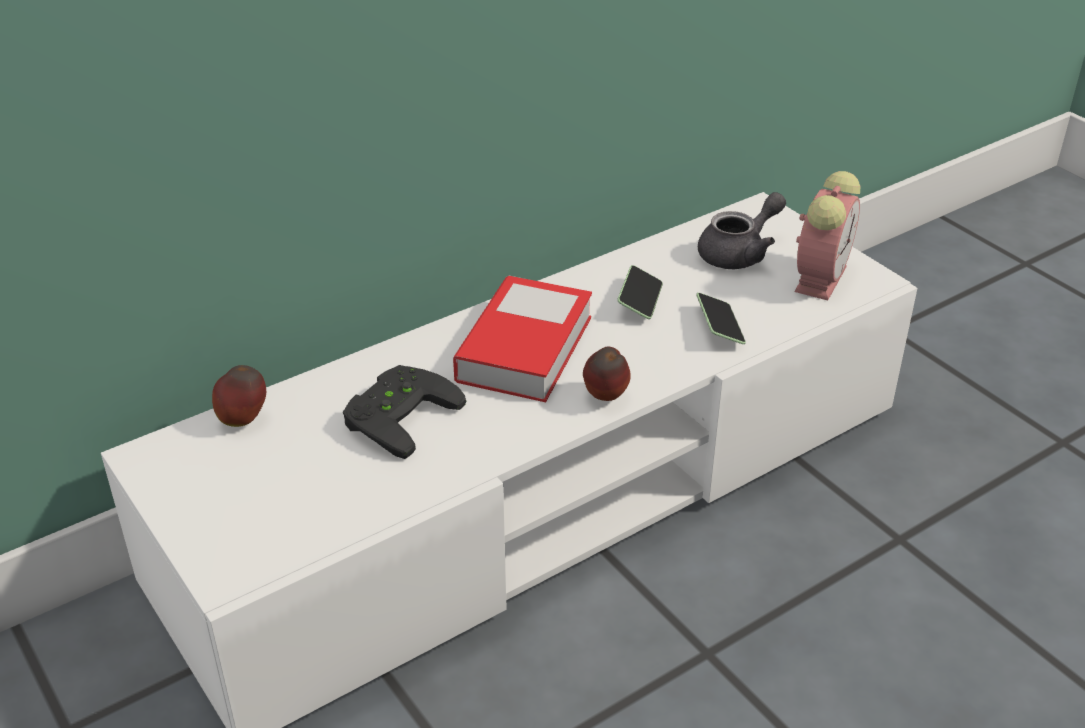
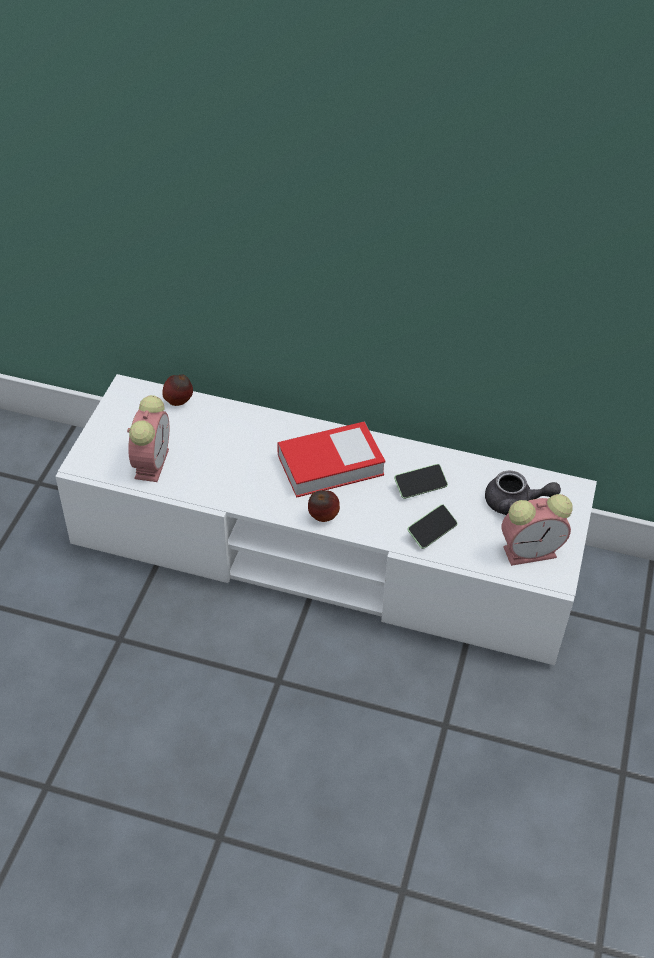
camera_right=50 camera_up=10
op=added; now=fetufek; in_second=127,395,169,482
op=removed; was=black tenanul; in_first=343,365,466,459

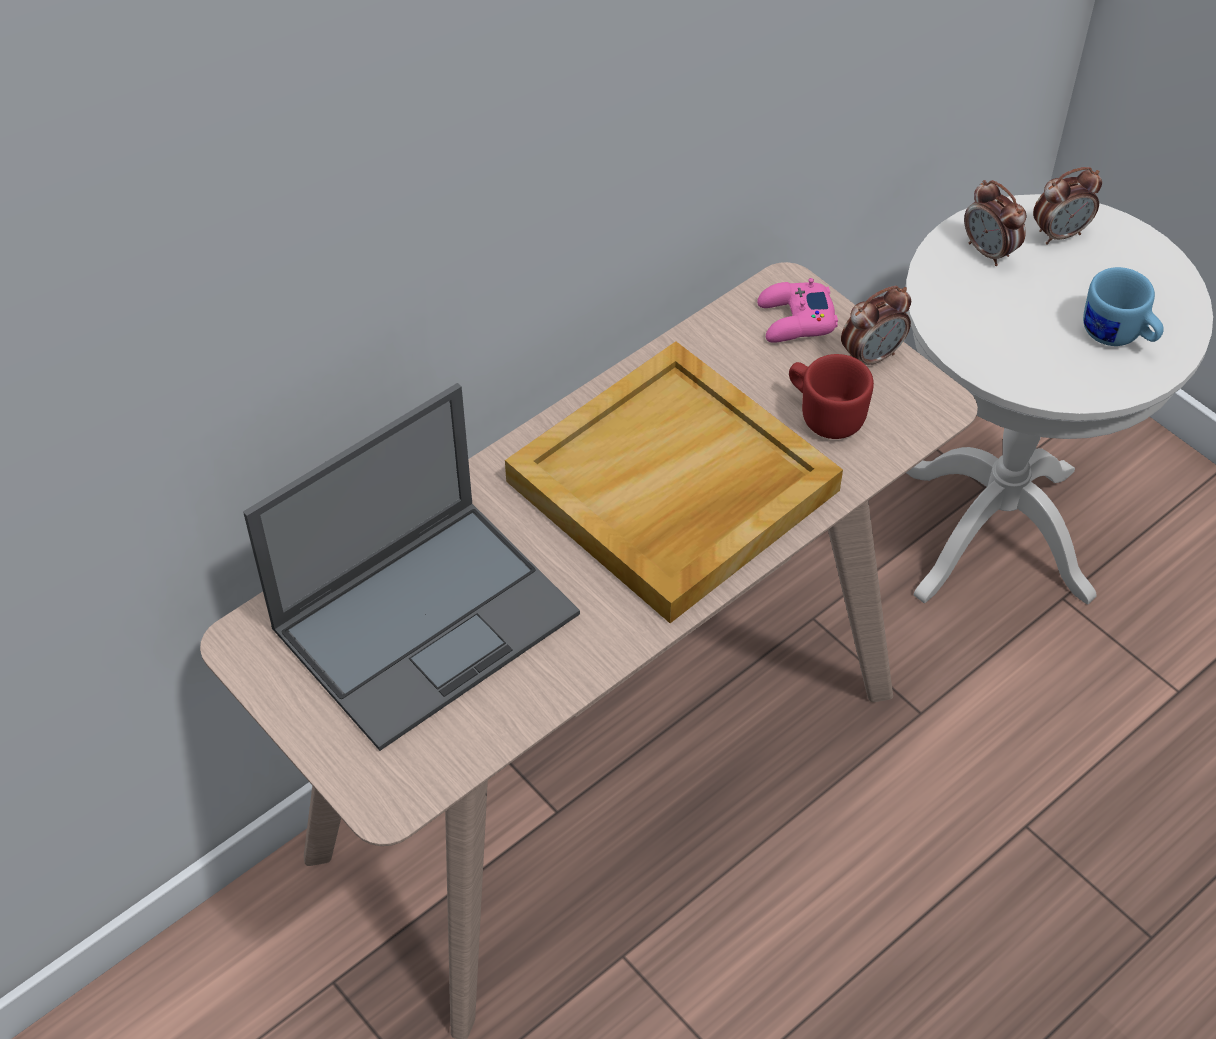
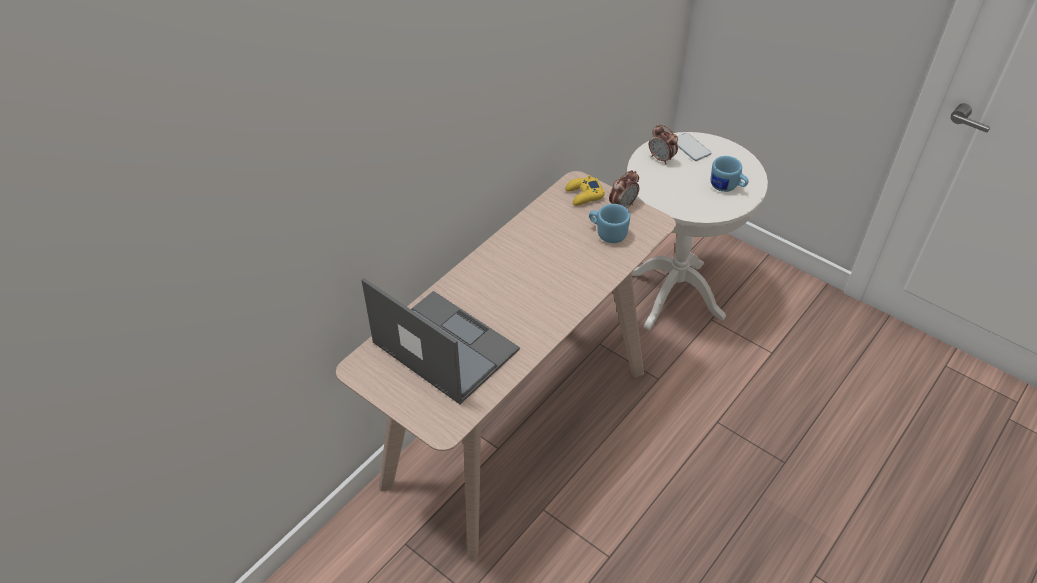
camera_right=-10 camera_up=-5
op=turned; was=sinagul; in_first=243,383,580,751; in_second=362,278,520,404; clockwise=-90
op=recoloured; was=pink tenanul; now=yellow tenanul; in_first=757,278,838,343; in_second=565,175,605,206
op=recoloured; was=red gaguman; now=blue gaguman; in_first=789,354,874,439; in_second=589,204,630,243
op=replaced; was=fetufek; now=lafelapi; in_first=1033,167,1102,245; in_second=677,133,712,161
op=removed; was=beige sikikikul; in_first=505,341,843,623

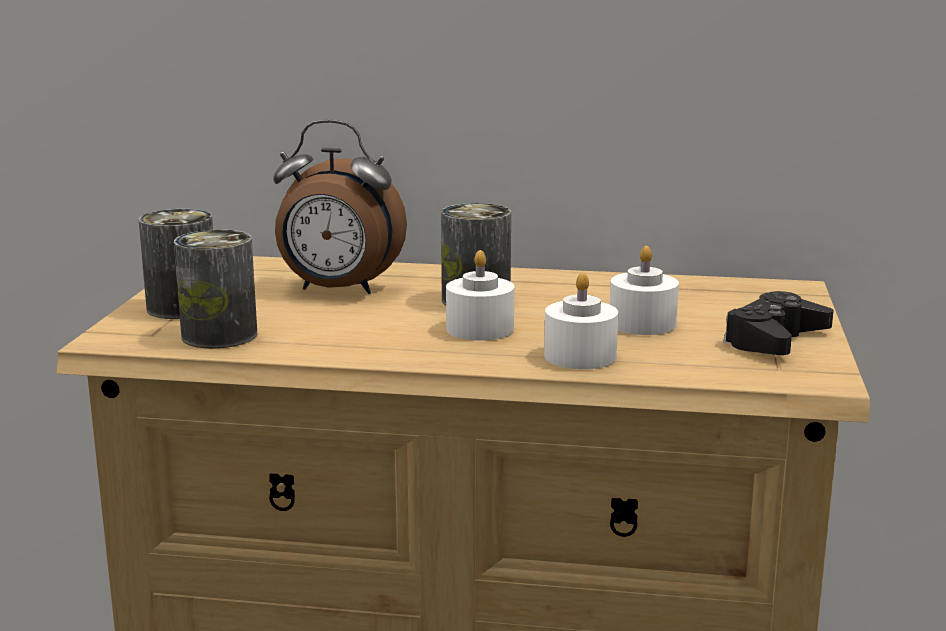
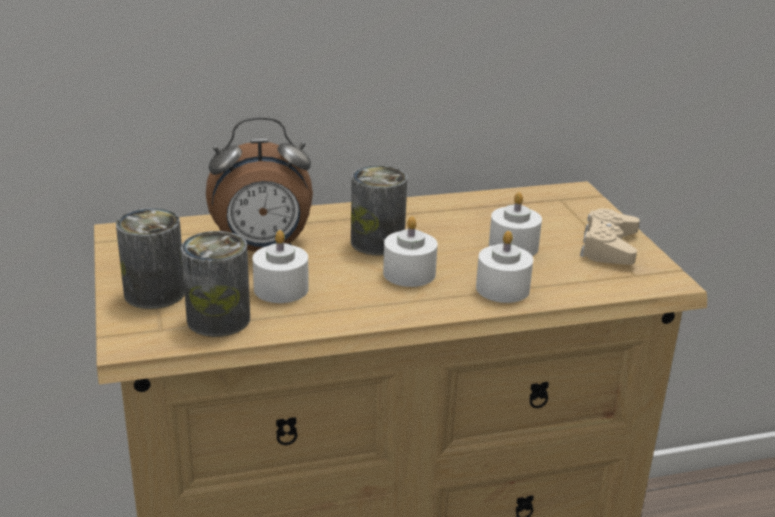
camera_right=-25 camera_up=10
op=added; now=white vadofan; in_second=253,230,309,303
op=recoloured; was=black tenanul; now=beige tenanul; in_first=723,291,834,355; in_second=580,208,640,265

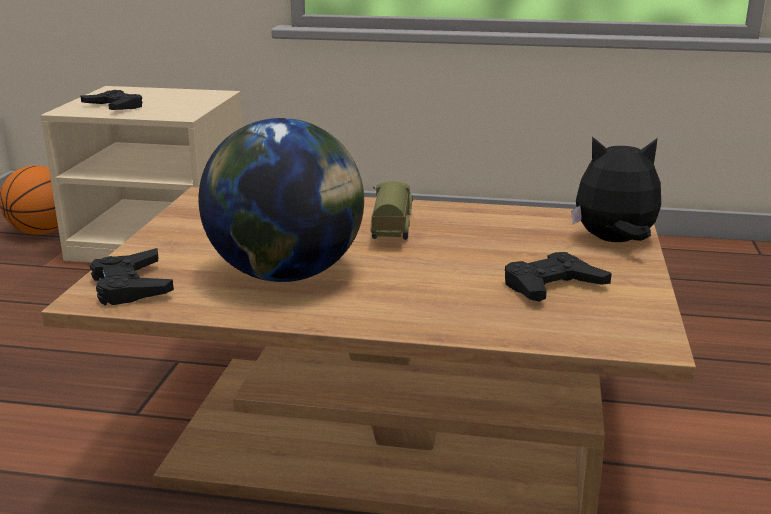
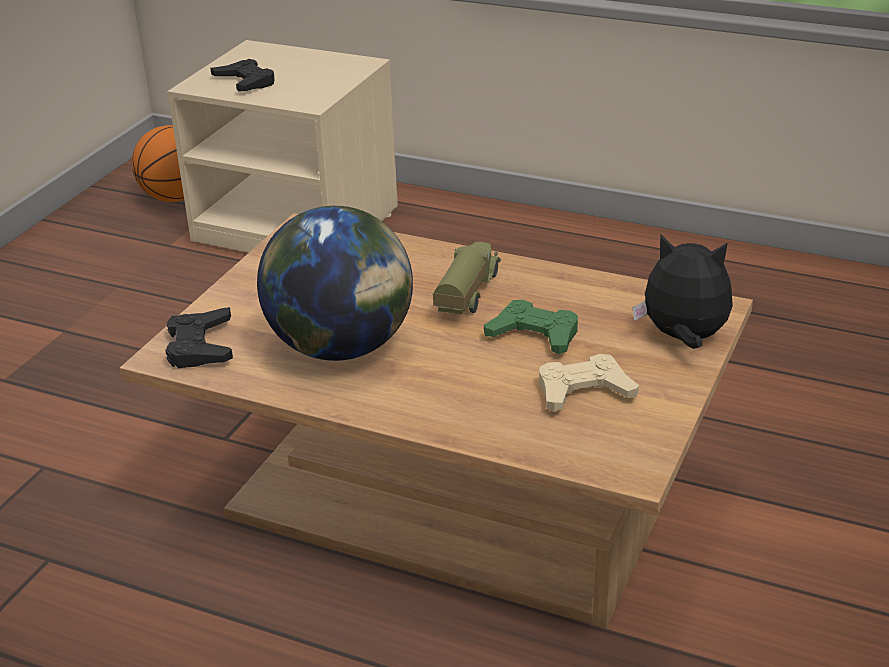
camera_right=15 camera_up=10
op=added; now=green tenanul; in_second=484,300,578,354
op=recoloured; was=black tenanul; now=beige tenanul; in_first=505,252,612,302; in_second=539,354,639,412

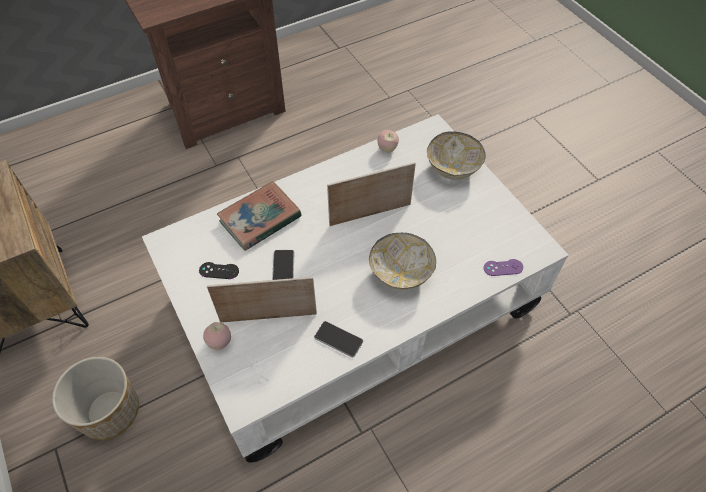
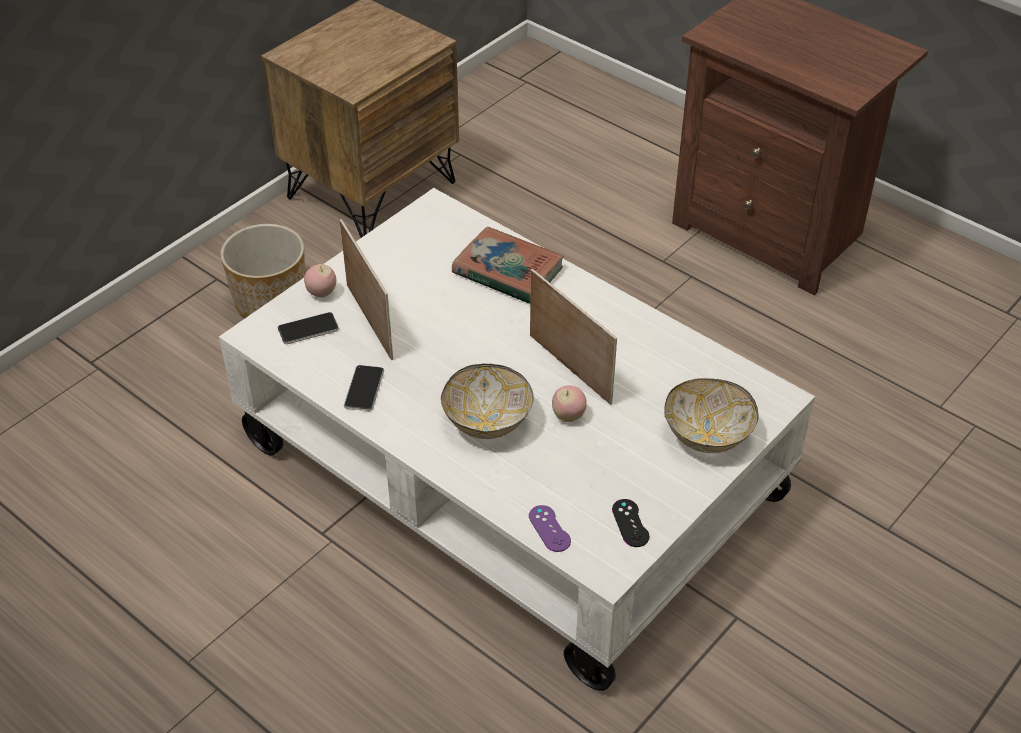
camera_right=70 camera_up=-10
op=moved; was=lafelapi; in_first=272,250,295,280; in_second=278,312,339,344
op=moved; was=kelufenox; in_first=377,130,399,153; in_second=552,385,587,422
op=moved; was=black tenanul; in_first=199,262,239,279; in_second=612,499,650,547

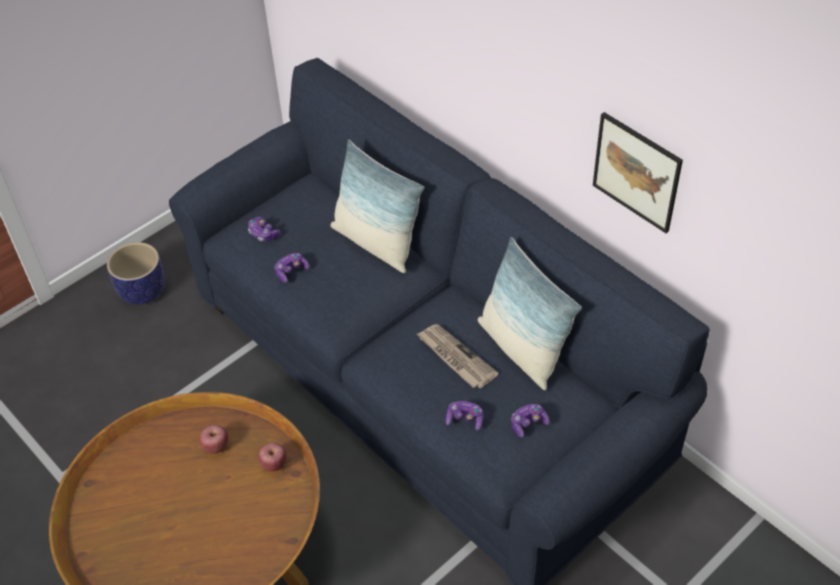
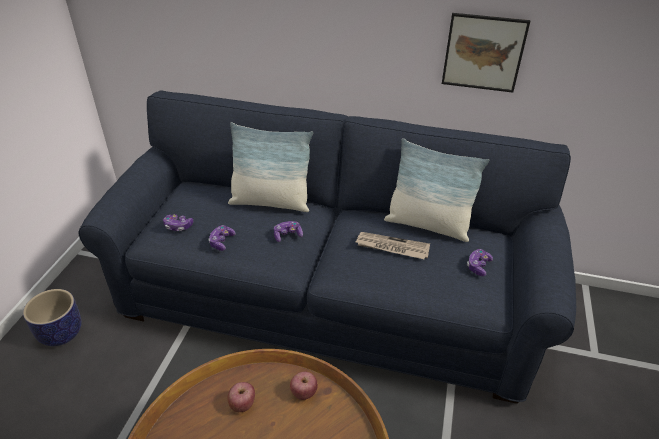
camera_right=-35 camera_up=-10
op=moved; was=tenanul; in_first=445,401,483,431; in_second=274,221,303,242

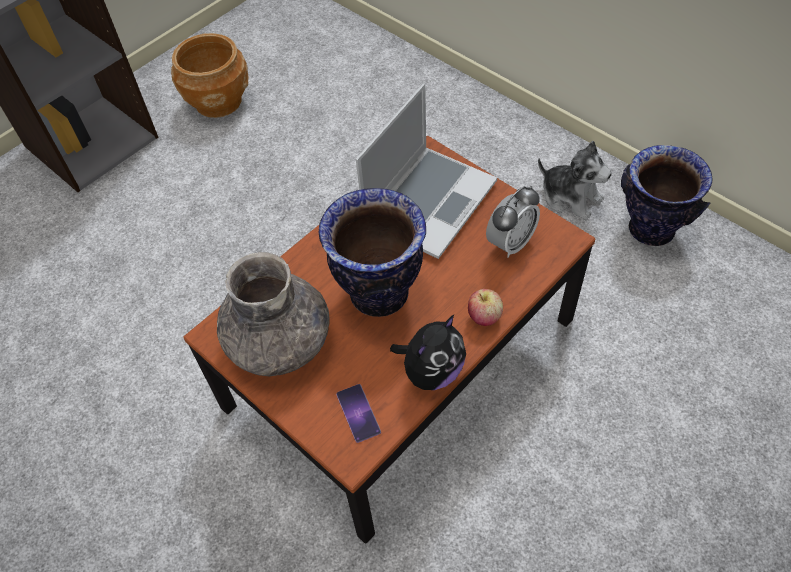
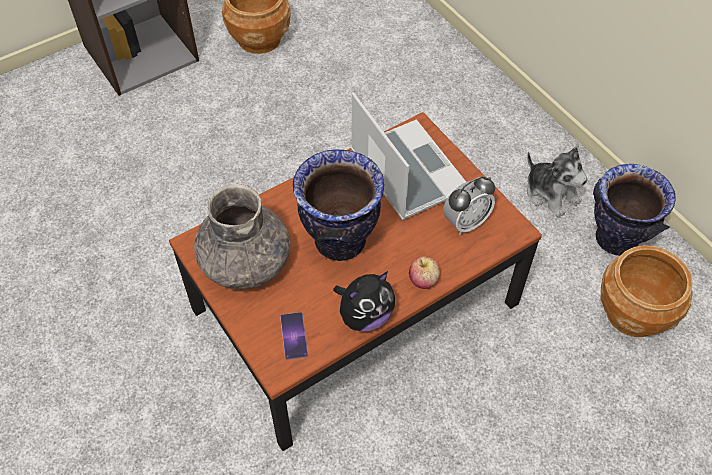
camera_right=10 camera_up=0
op=turned; was=sinagul; in_first=356,83,497,259; in_second=351,92,466,221; clockwise=-75
op=added; now=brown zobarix; in_second=601,245,693,337

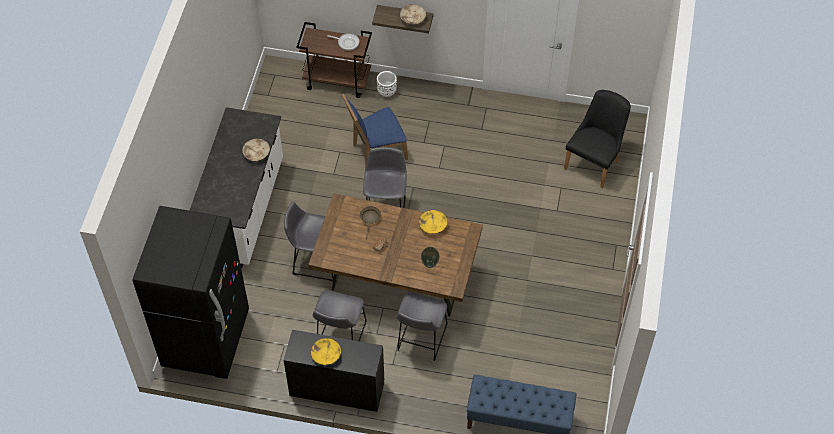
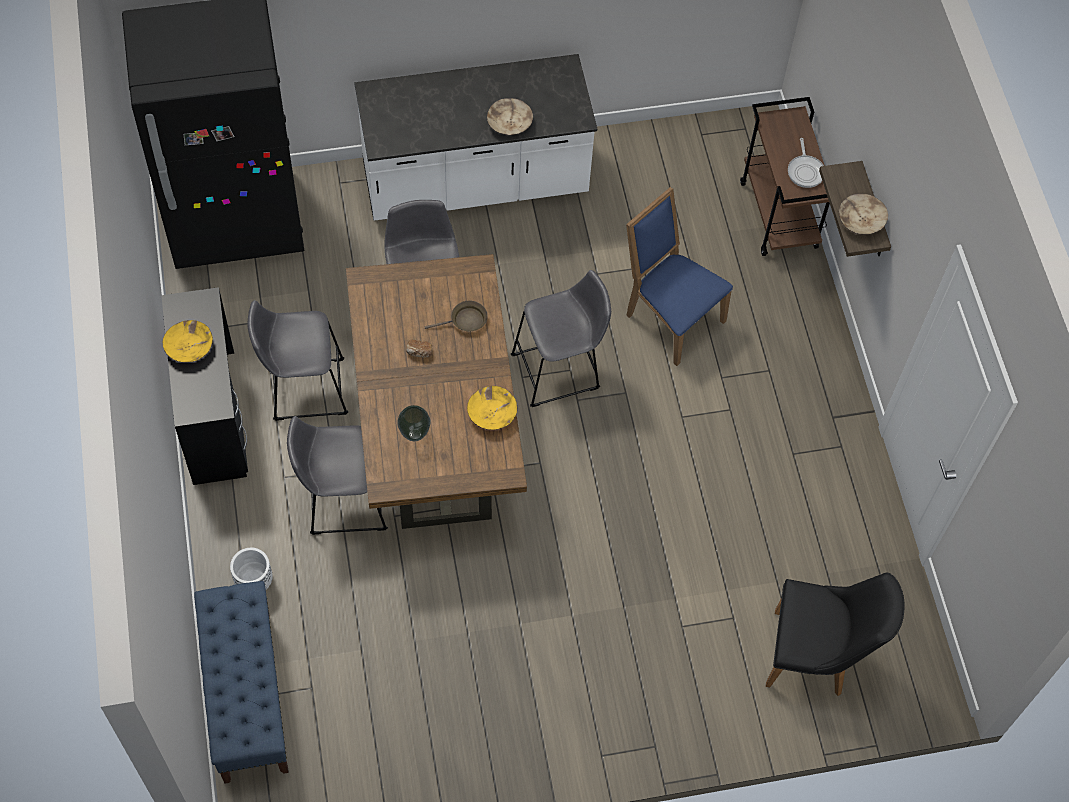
camera_right=65 camera_up=5
op=moved; was=white zobarix; in_first=377,71,397,97; in_second=230,548,273,589

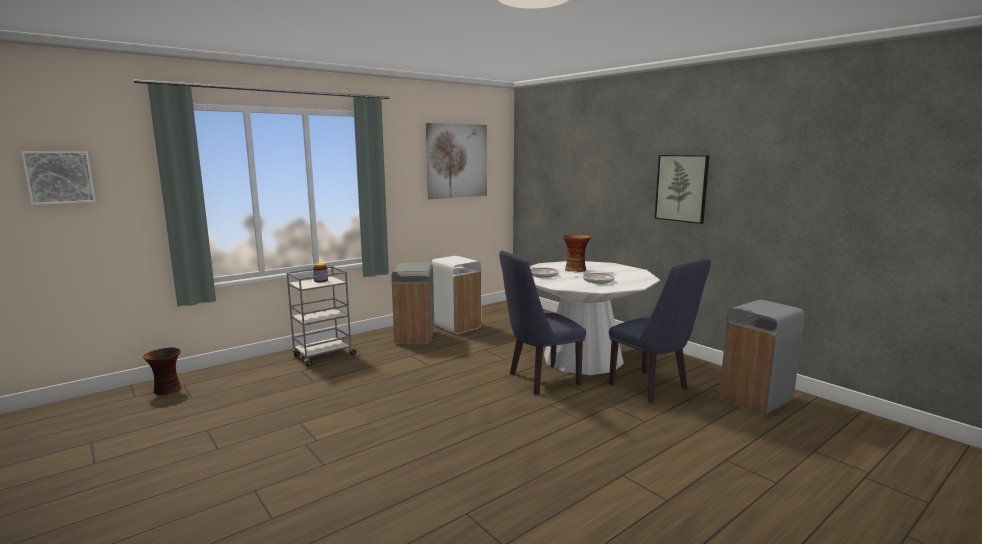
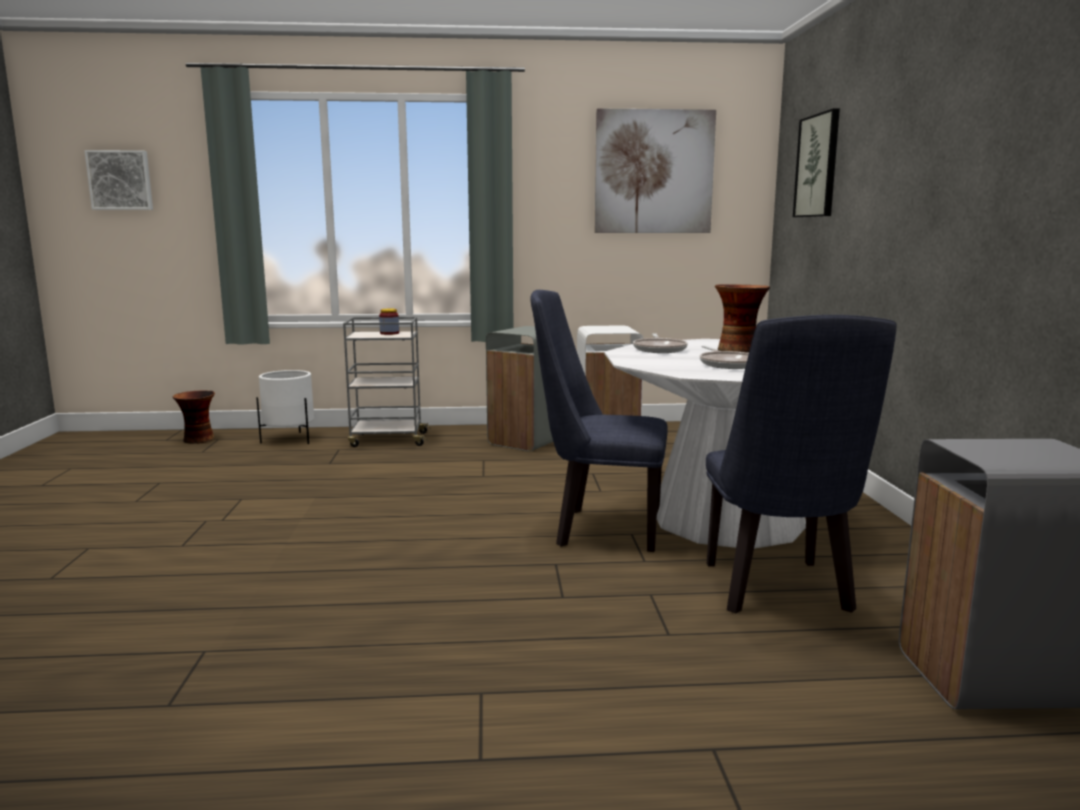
camera_right=35 camera_up=0
op=added; now=white zobarix; in_second=256,370,314,444
op=moved; was=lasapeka; in_first=655,155,709,224; in_second=793,108,840,217

